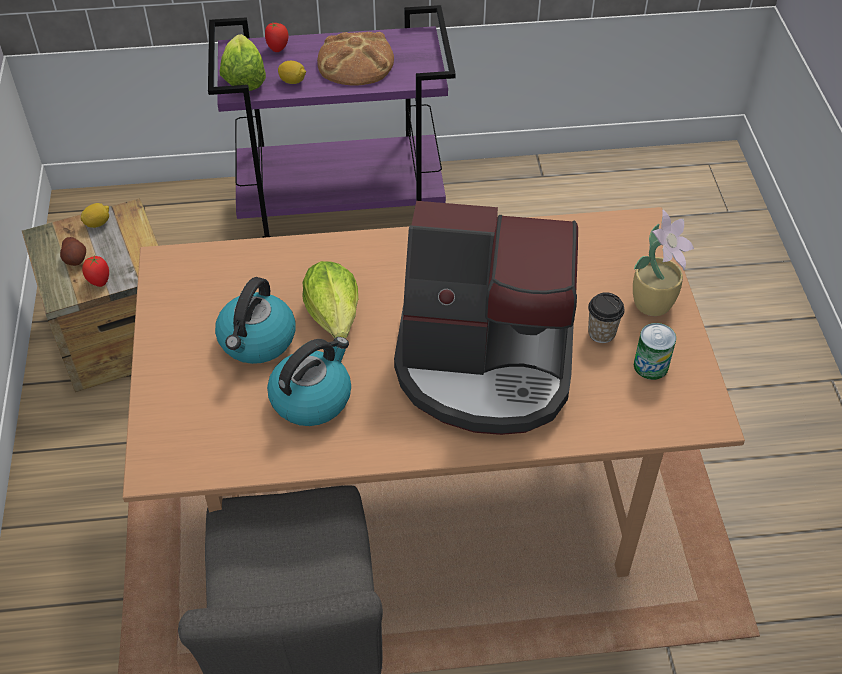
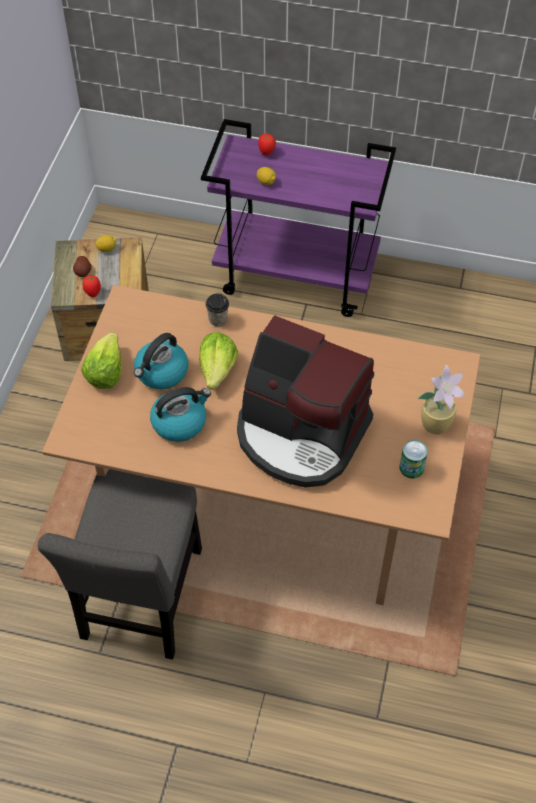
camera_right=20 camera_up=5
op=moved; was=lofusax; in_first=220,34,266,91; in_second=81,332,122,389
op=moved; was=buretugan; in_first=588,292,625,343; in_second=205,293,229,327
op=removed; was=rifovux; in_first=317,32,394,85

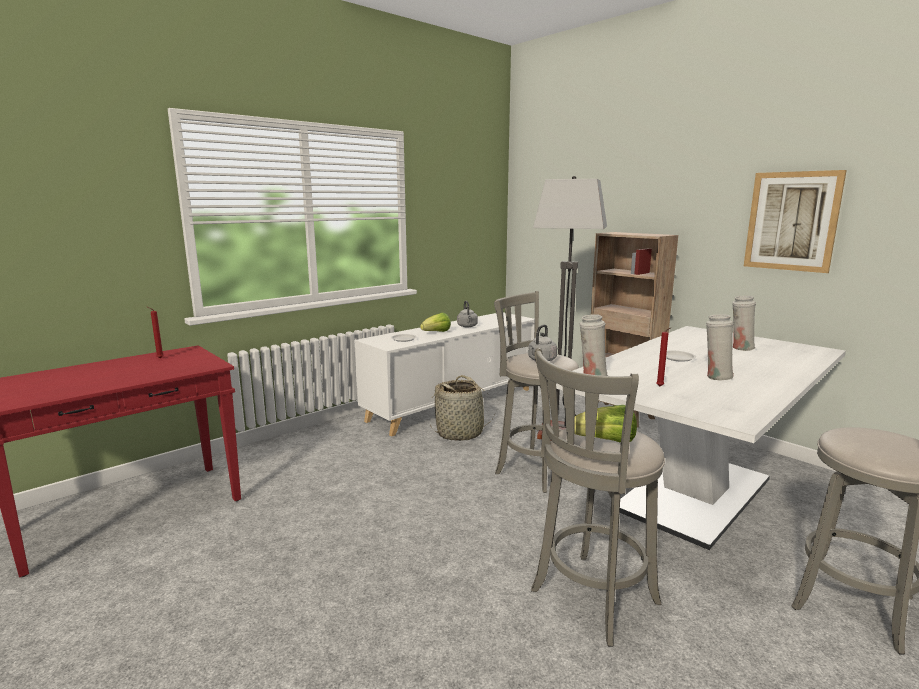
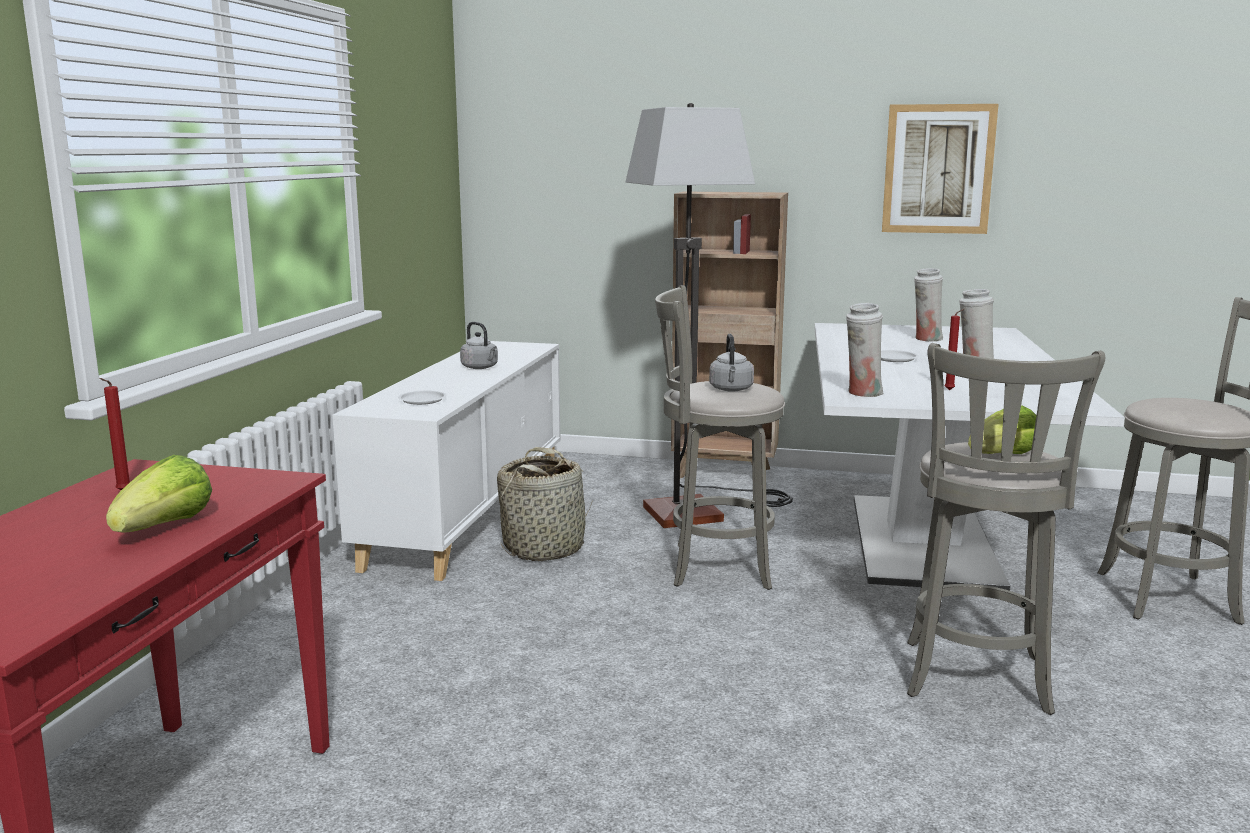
camera_right=-35 camera_up=0
op=moved; was=lofusax; in_first=420,312,451,332; in_second=106,455,212,532

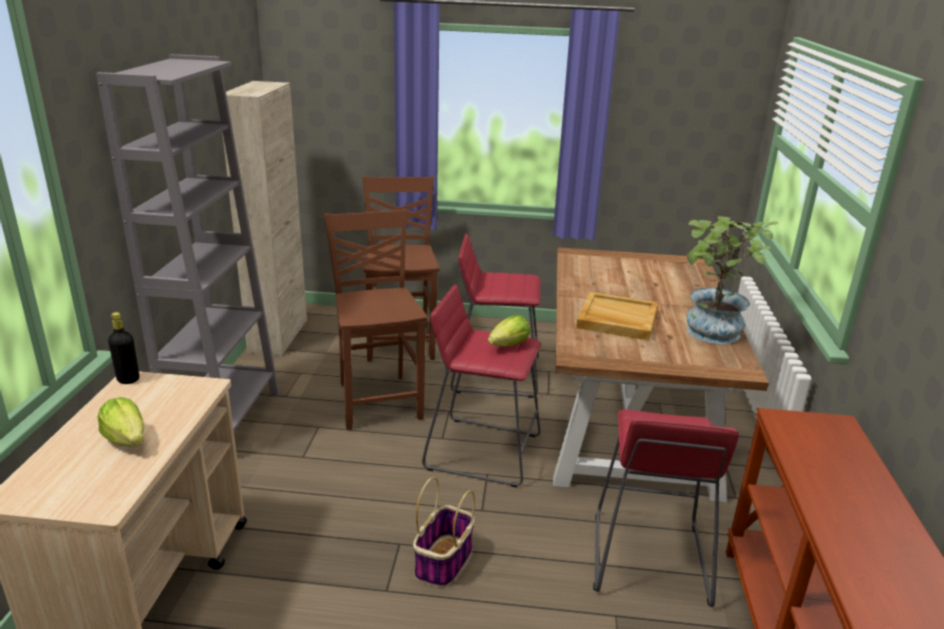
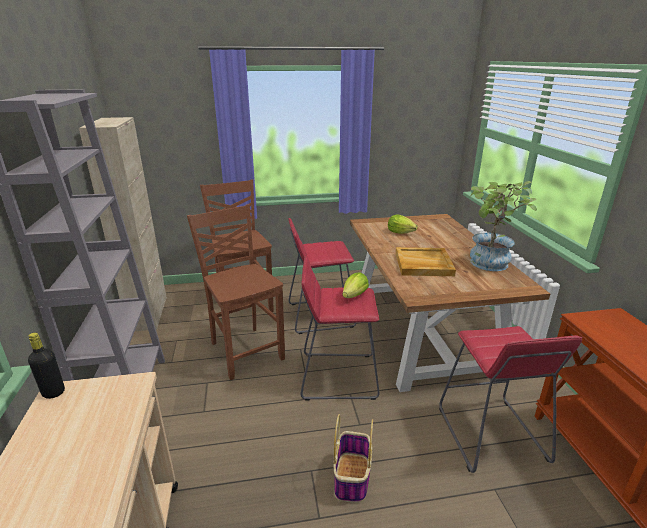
camera_right=-15 camera_up=0
op=moved; was=lofusax; in_first=97,397,144,447; in_second=388,214,418,234

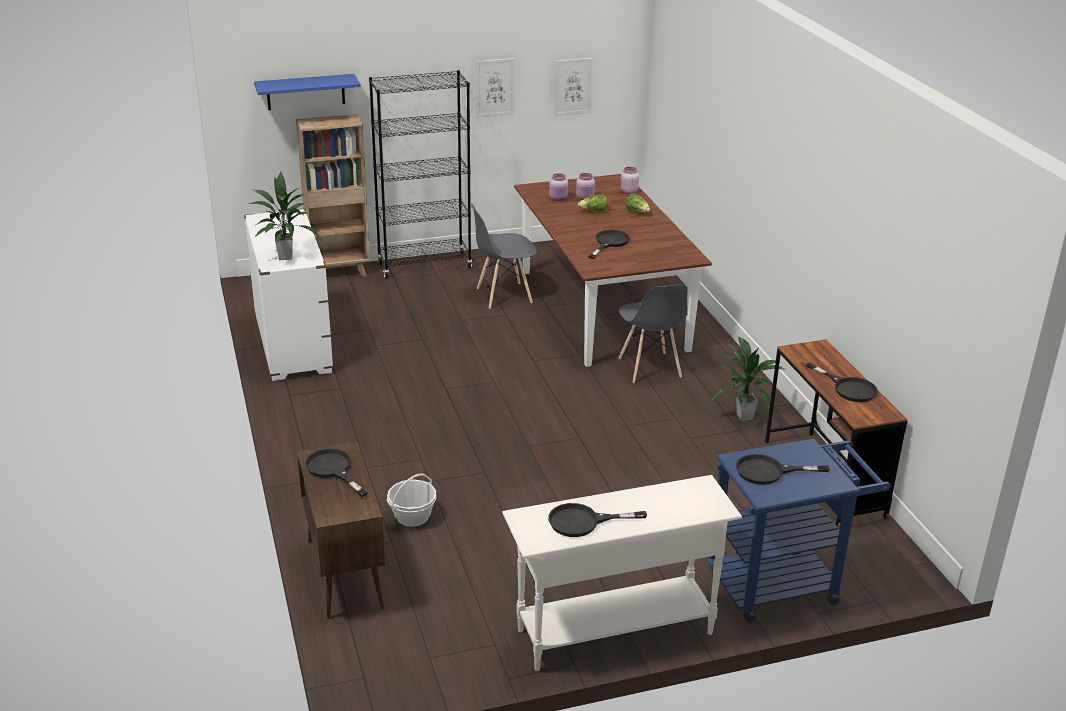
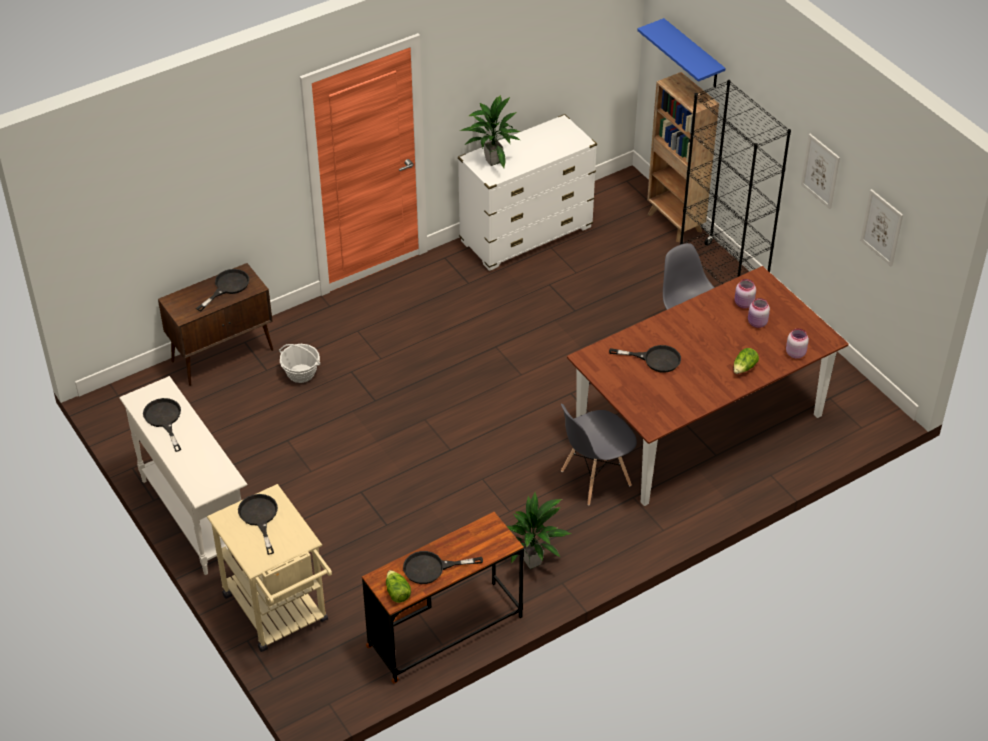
camera_right=75 camera_up=15
op=recoloured; was=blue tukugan; now=beige tukugan; in_first=707,439,891,623; in_second=207,484,332,652
op=moved; was=lofusax; in_first=578,195,607,212; in_second=386,570,411,603
op=turned; was=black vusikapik; in_first=806,362,878,402; in_second=403,551,483,584; clockwise=45

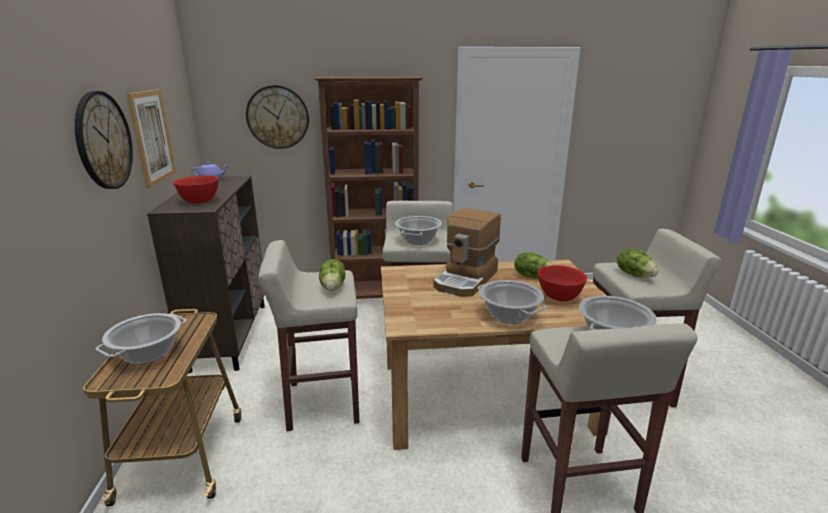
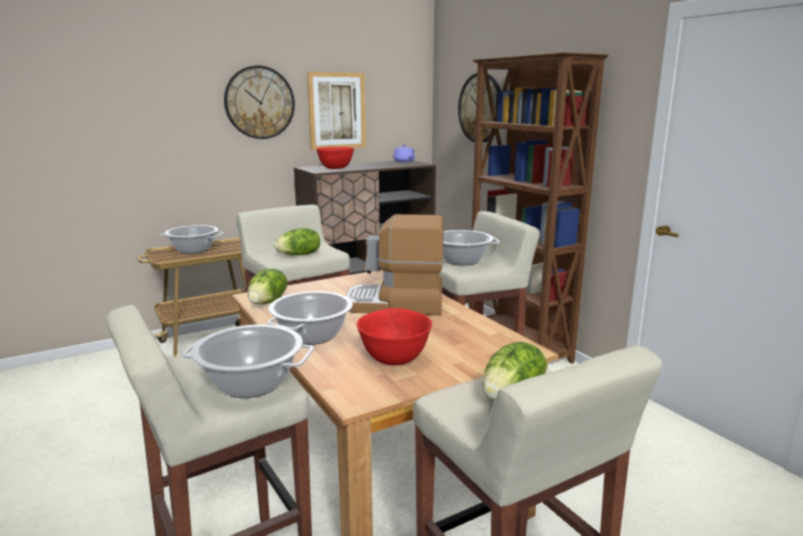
camera_right=65 camera_up=-5
op=moved; was=lofusax; in_first=514,253,552,279; in_second=248,269,287,305

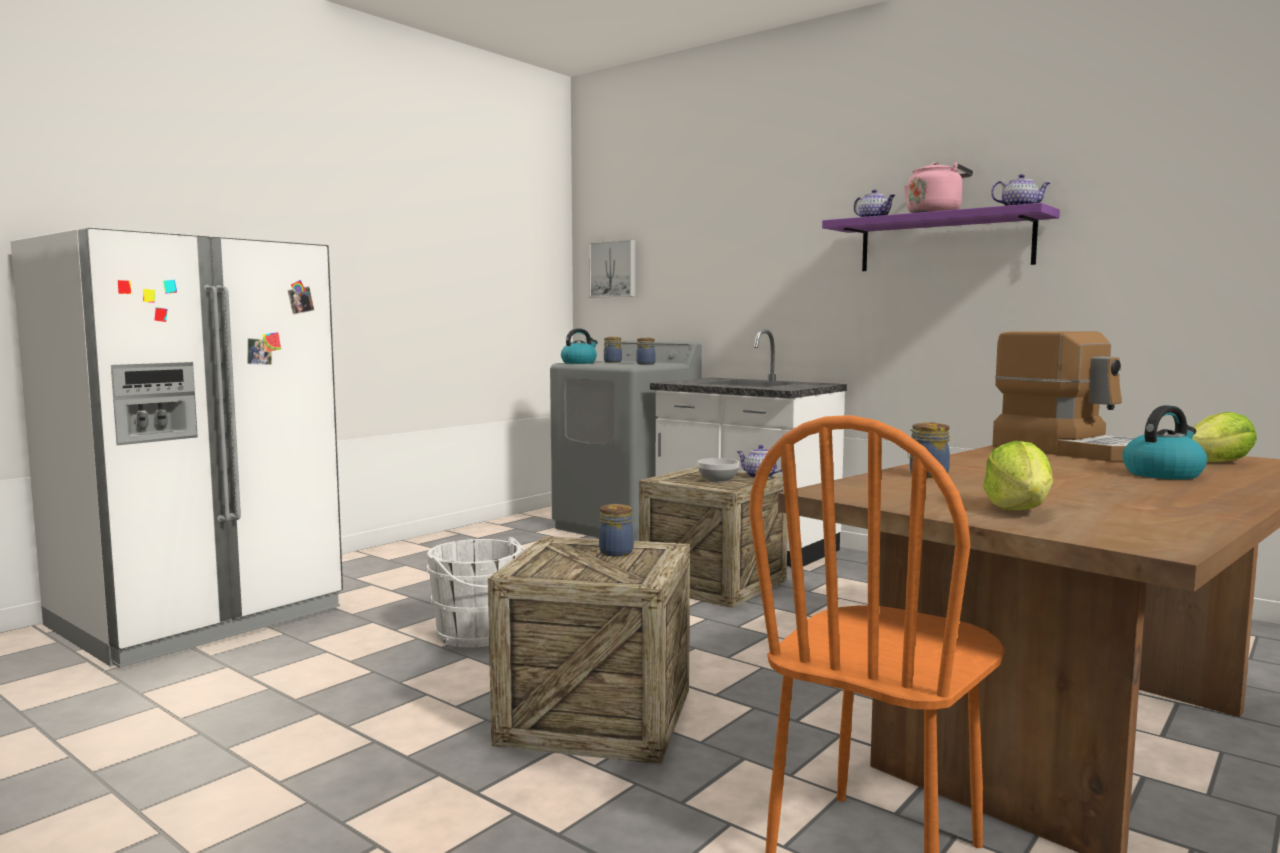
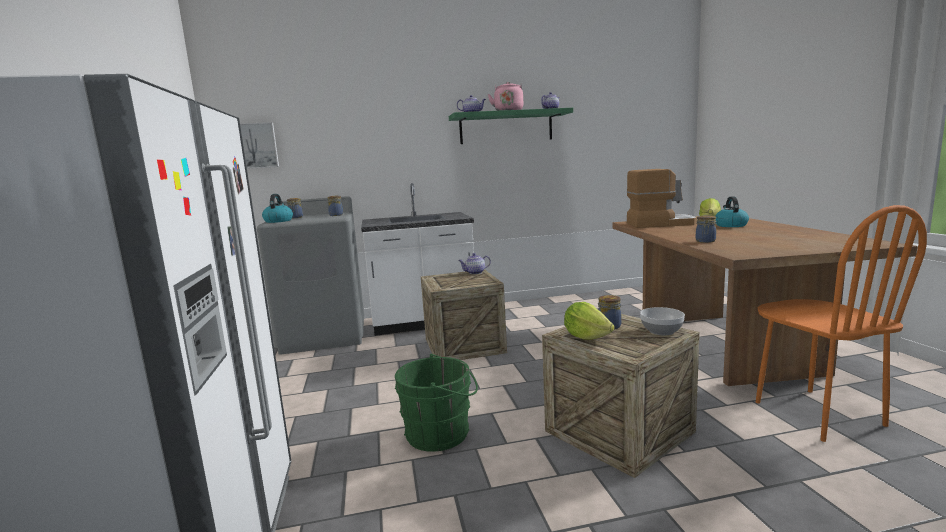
camera_right=-50 camera_up=5
op=recoloured; was=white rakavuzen; now=green rakavuzen; in_first=427,537,525,648; in_second=395,354,478,452
op=recoloured; was=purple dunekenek; now=green dunekenek; in_first=822,203,1060,271; in_second=449,108,573,144
op=moved; was=lofusax; in_first=983,441,1053,510; in_second=564,302,615,340
op=moved; was=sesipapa; in_first=698,458,739,482; in_second=640,307,685,335

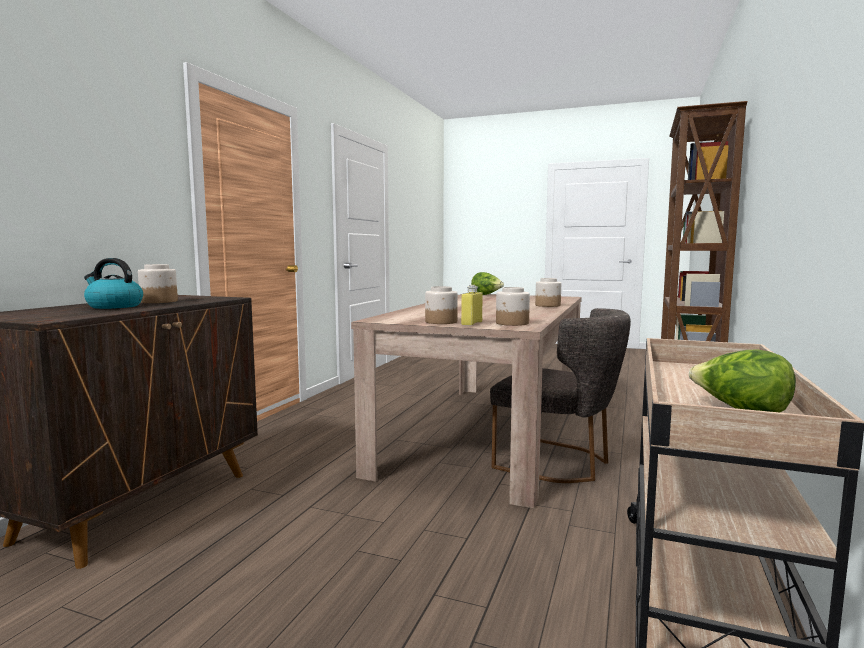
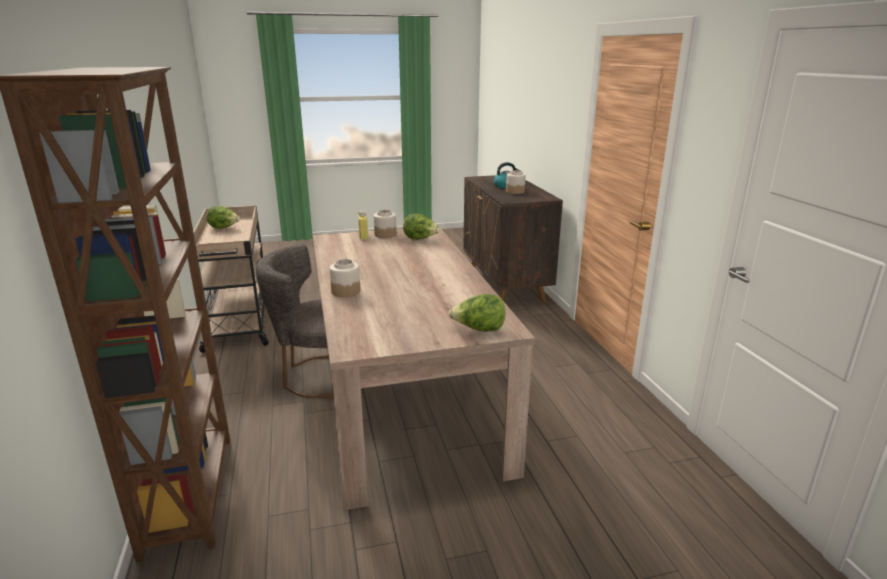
camera_right=145 camera_up=15
op=added; now=lofusax; in_second=403,214,440,240
op=removed; was=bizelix; in_first=496,287,530,326

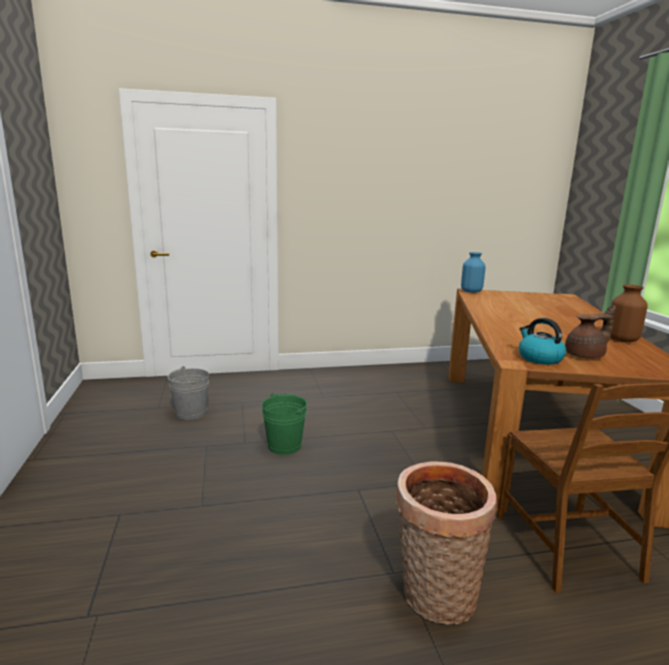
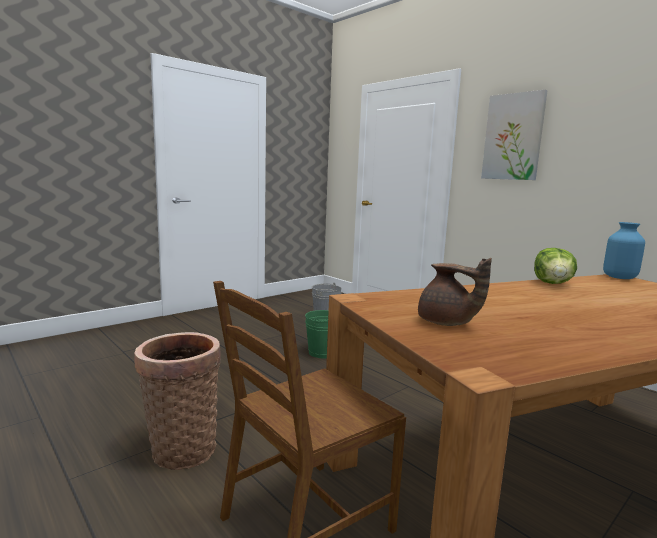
camera_right=60 camera_up=-5
op=added; now=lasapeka; in_second=481,90,548,180
op=added; now=lofusax; in_second=534,248,577,284
op=removed; was=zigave; in_first=519,318,566,365
op=removed; was=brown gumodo; in_first=610,285,648,342

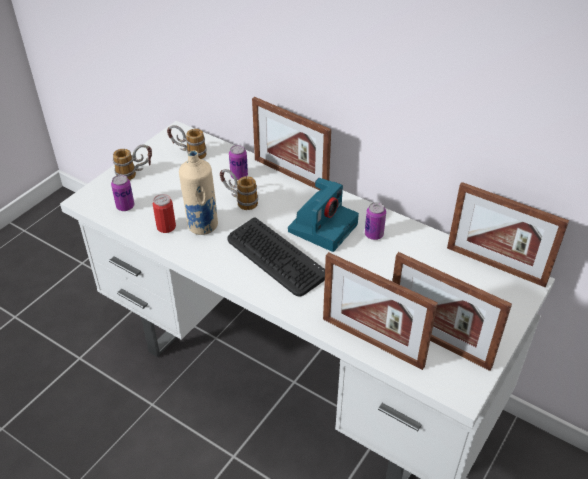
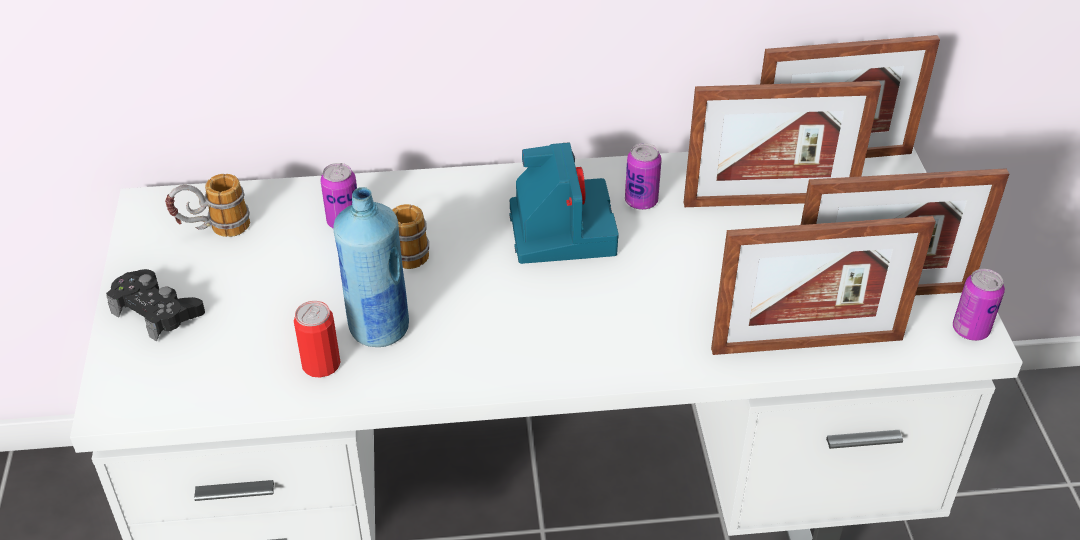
camera_right=-40 camera_up=0
op=replaced; was=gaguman; now=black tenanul; in_first=113,145,152,180; in_second=106,269,205,342
op=recoloured; was=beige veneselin; now=blue veneselin; in_first=179,151,218,235; in_second=333,187,409,347
op=moved; was=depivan; in_first=252,97,331,191; in_second=684,81,881,207
op=moved; was=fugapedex; in_first=111,175,134,211; in_second=953,269,1005,341
op=removed; was=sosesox; in_first=227,218,325,297

